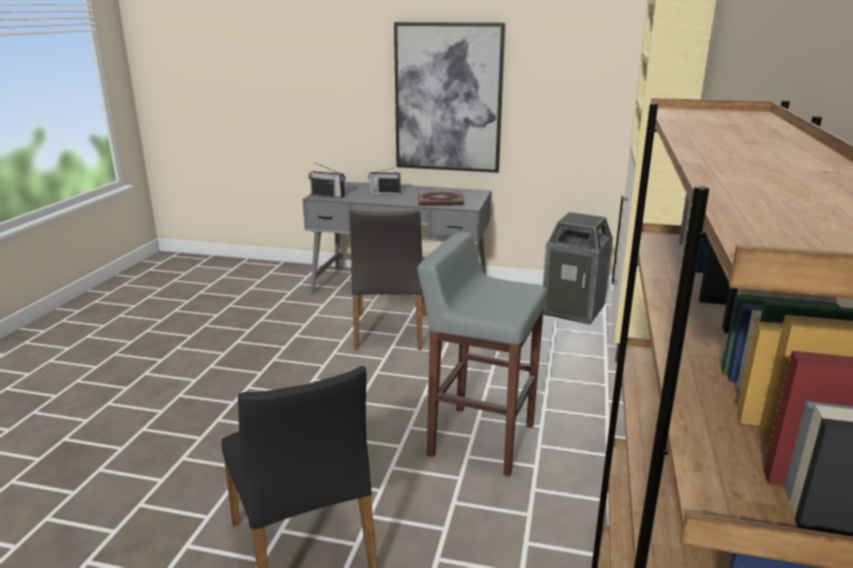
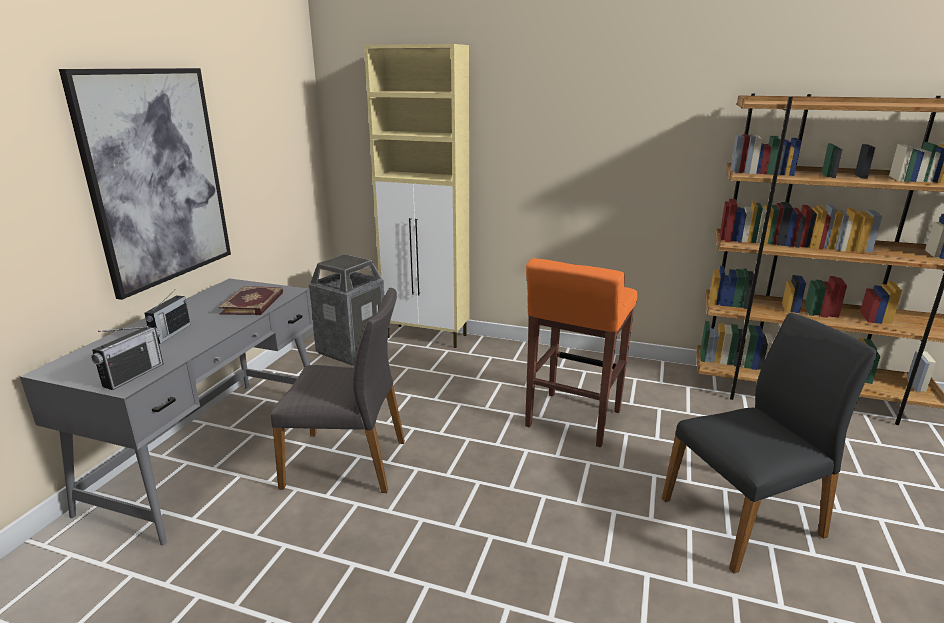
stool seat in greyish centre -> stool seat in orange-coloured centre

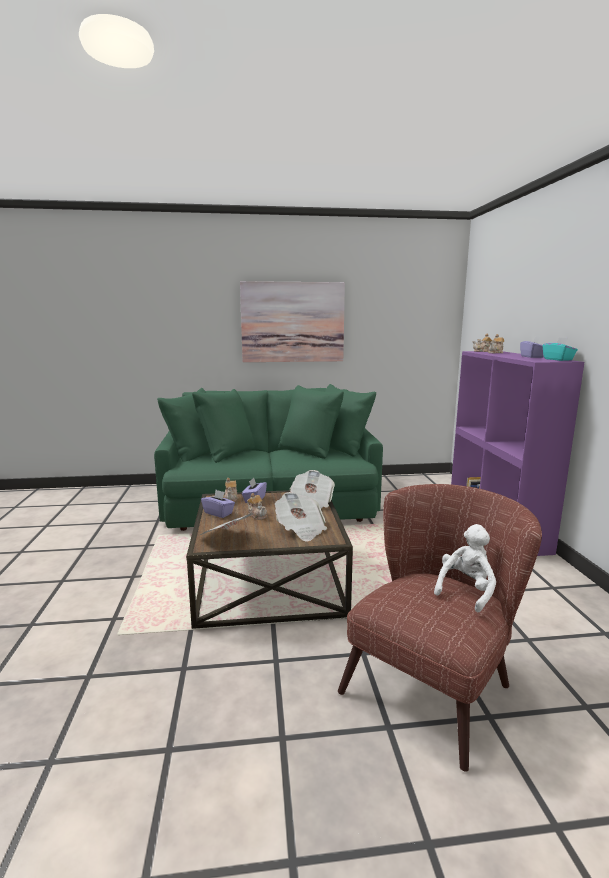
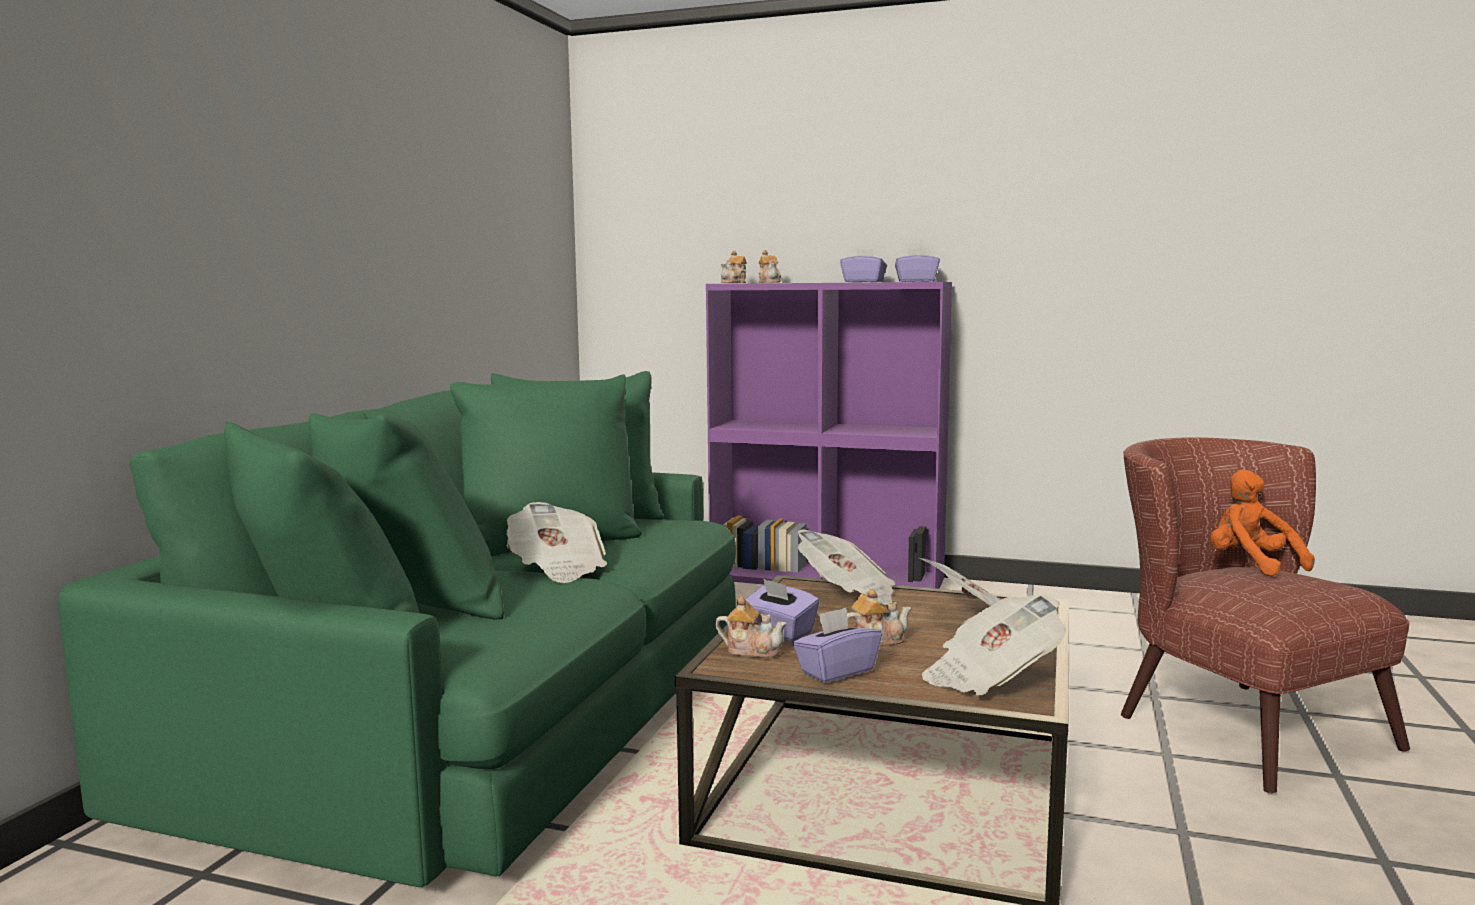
wall art centre -> none
tissue holder in blue-green middle right -> tissue holder in purple (no. 4 from left) top centre
cuddly toy in white-coloured middle right -> cuddly toy in orange-coloured middle right
none -> newspaper (no. 1 from left) centre

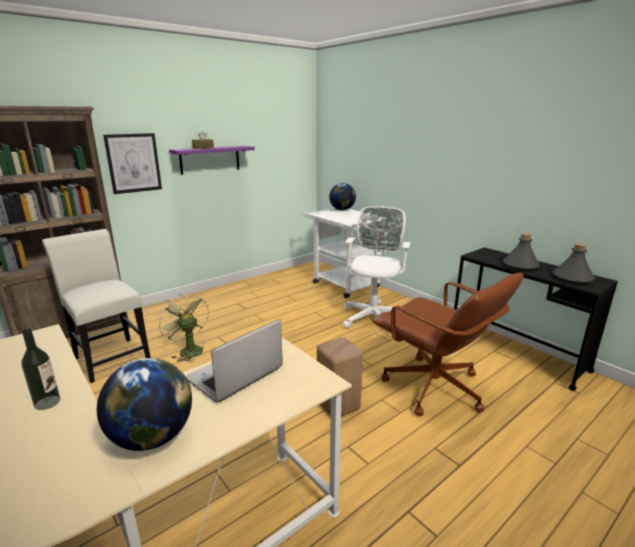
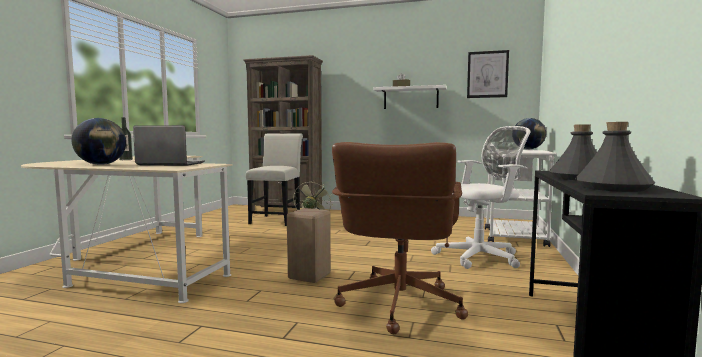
wall art top left -> wall art top right, relocated
bracket shelf in purple top centre -> bracket shelf in white-coloured top centre

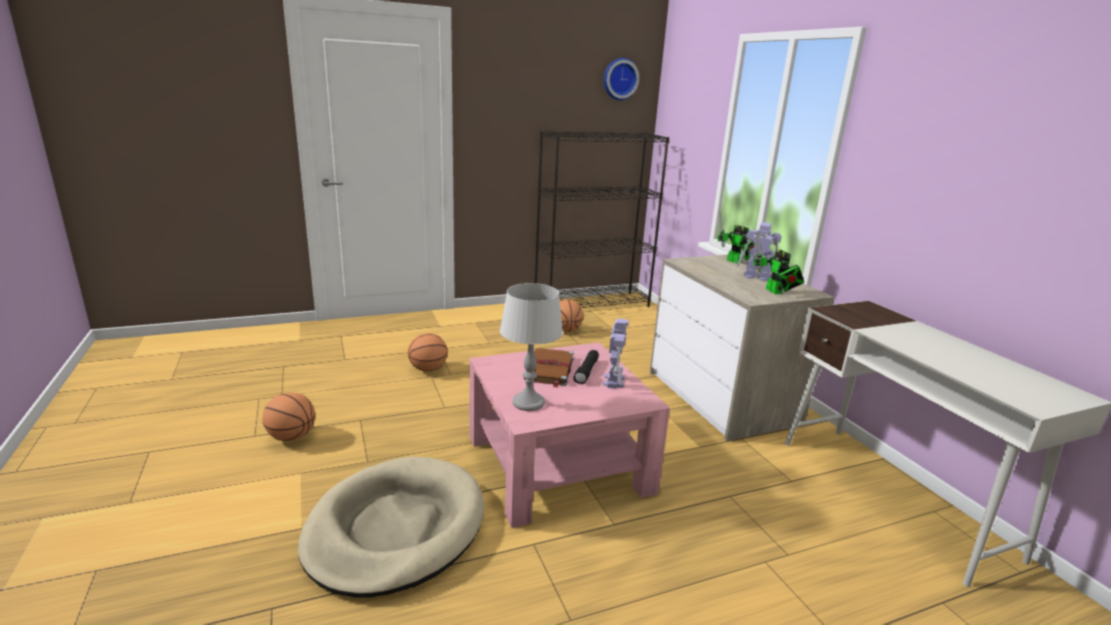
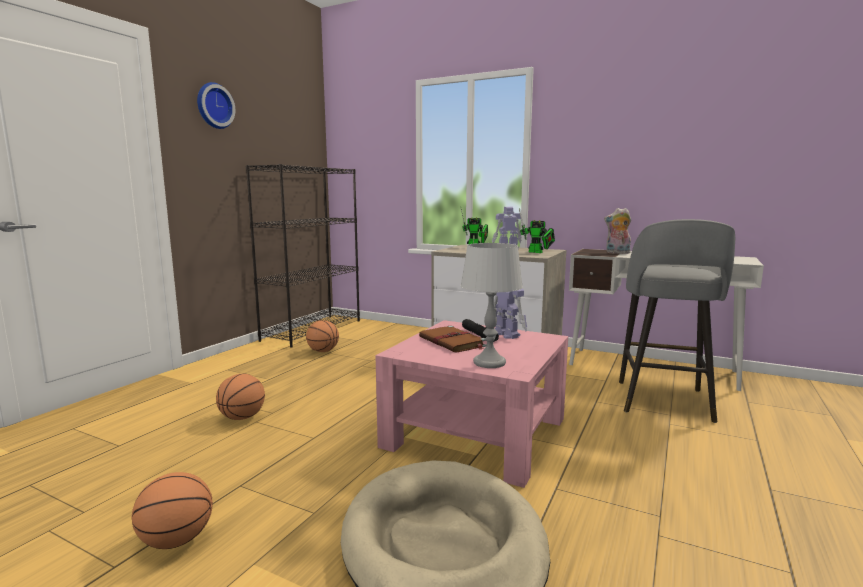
wall clock top centre -> wall clock top left, relocated
none -> cuddly toy middle right
none -> stool seat in greyish middle right

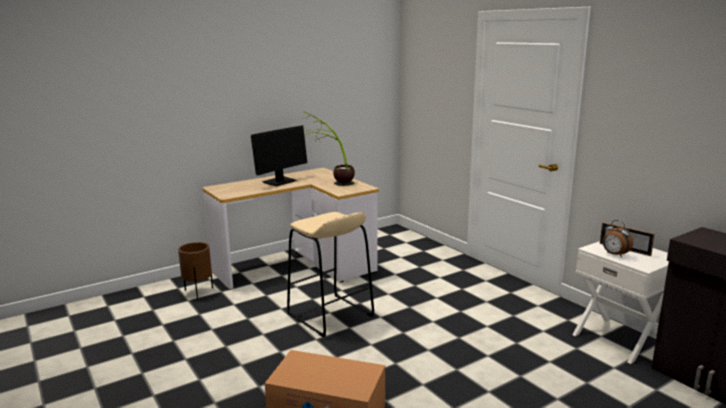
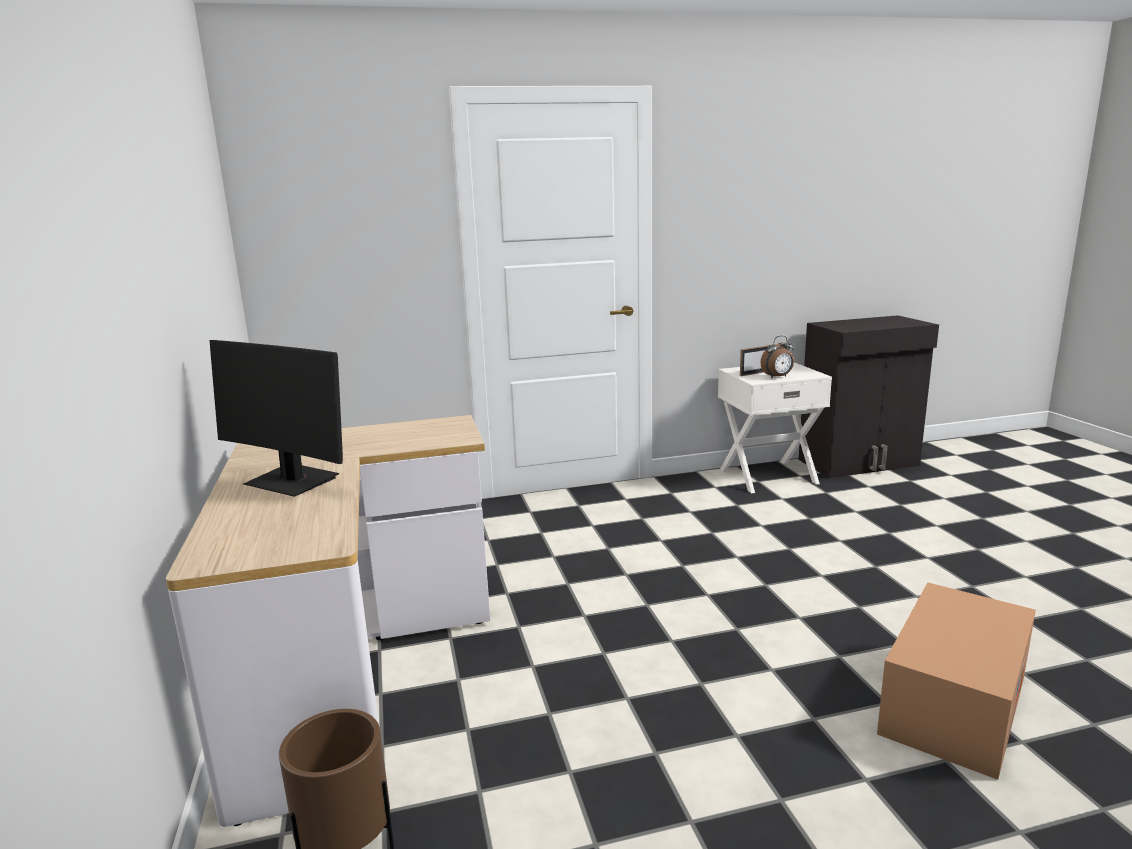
potted plant centre -> none
computer screen centre -> computer screen middle left, 150 degrees clockwise
stool seat in beige bottom centre -> none

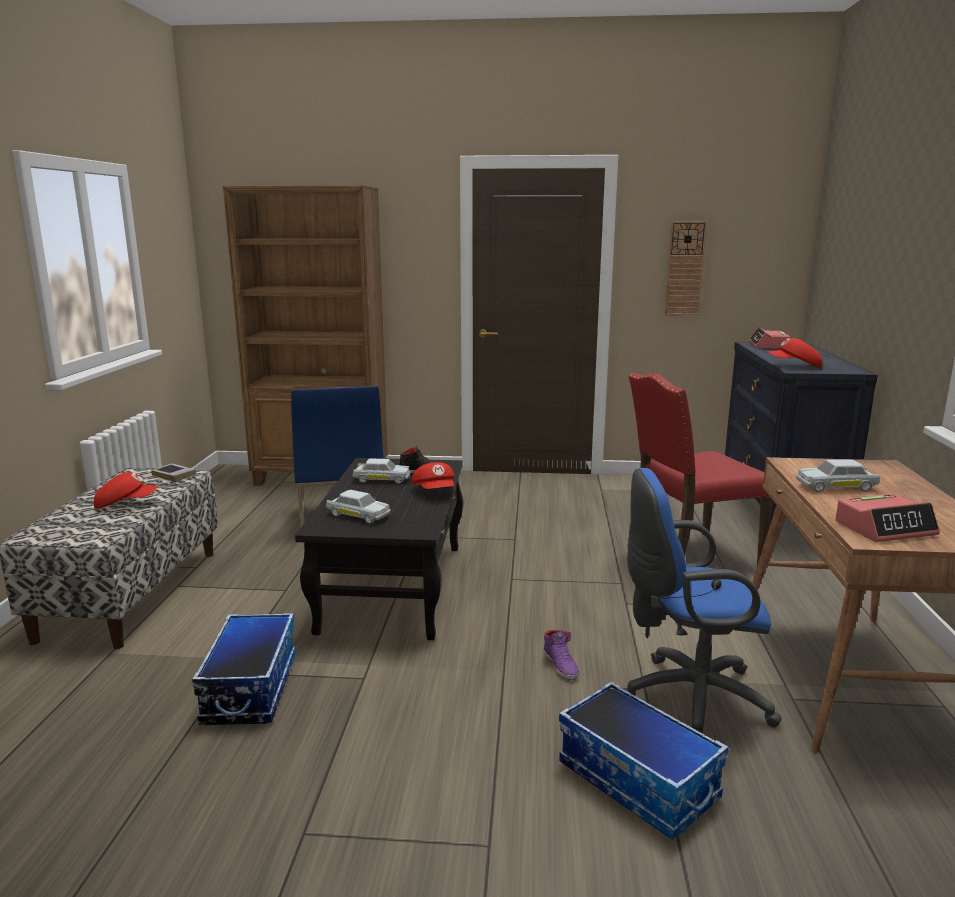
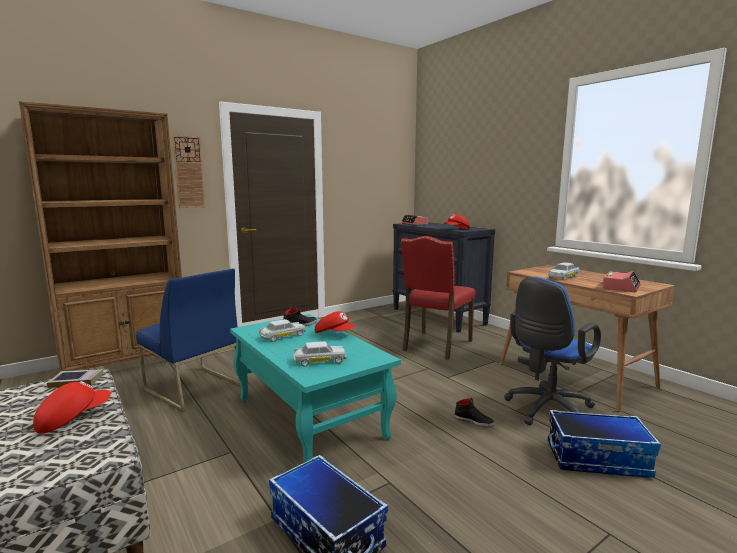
wall clock top right -> wall clock top left, relocated
coffee table in black-coloured centre -> coffee table in blue-green bottom centre
item of footwear in purple bottom centre -> item of footwear in black-coloured (no. 2 from left) bottom centre

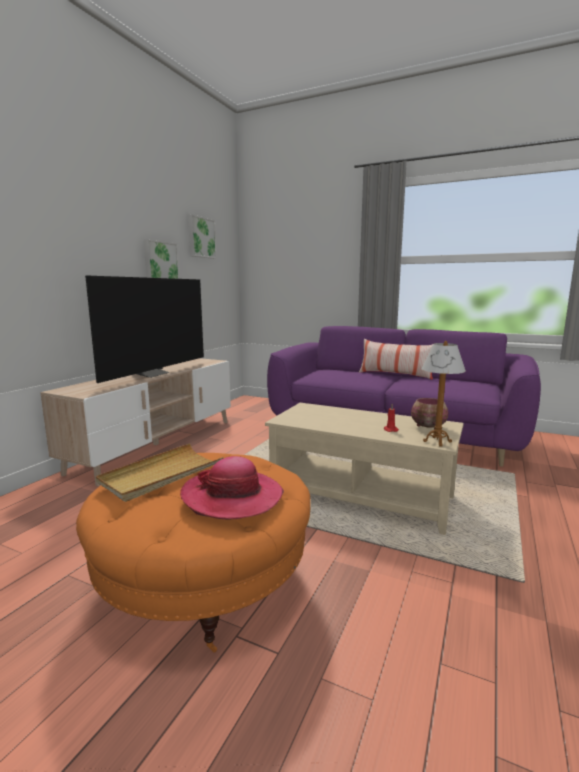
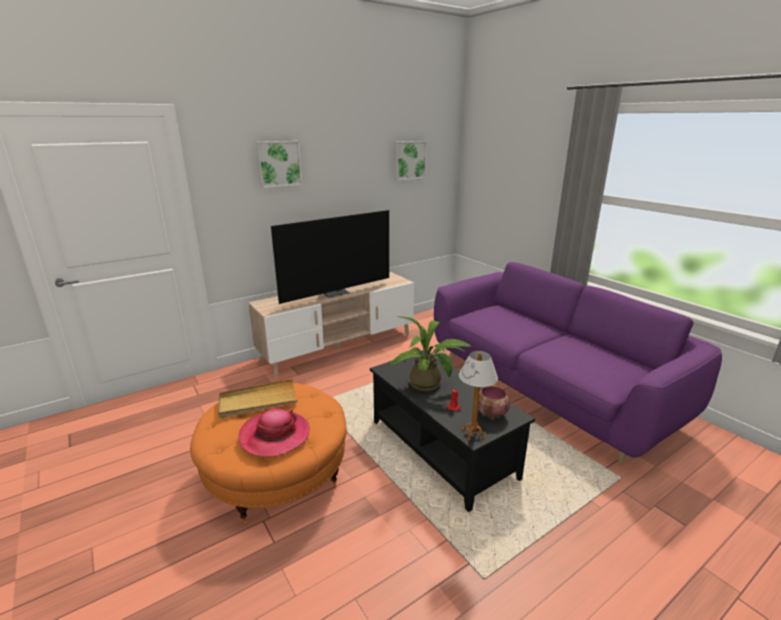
wall art (no. 1 from left) middle left -> wall art (no. 1 from left) top centre, relocated
cushion middle right -> none
coffee table in beige centre -> coffee table in black-coloured bottom centre
none -> potted plant centre

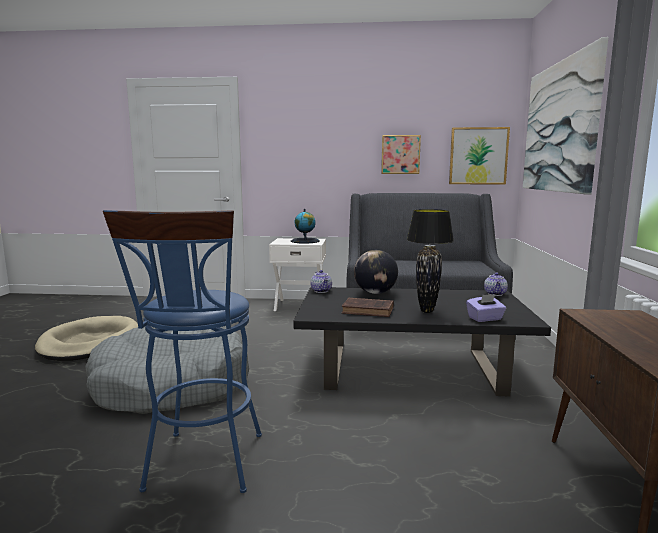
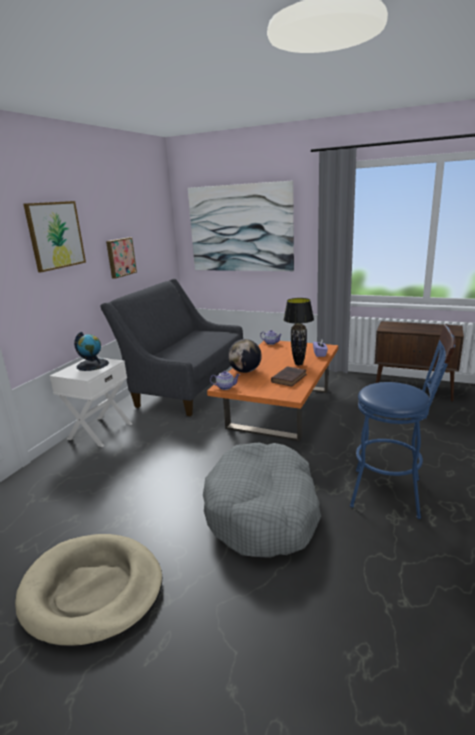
wall art (no. 2 from left in the first image) top right -> wall art (no. 1 from left) top left, relocated
coffee table in black-coloured centre -> coffee table in orange-coloured centre

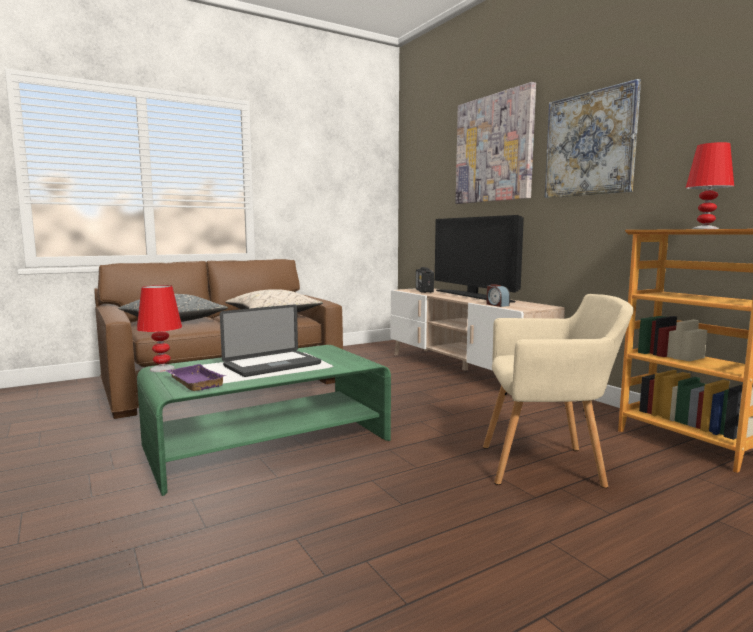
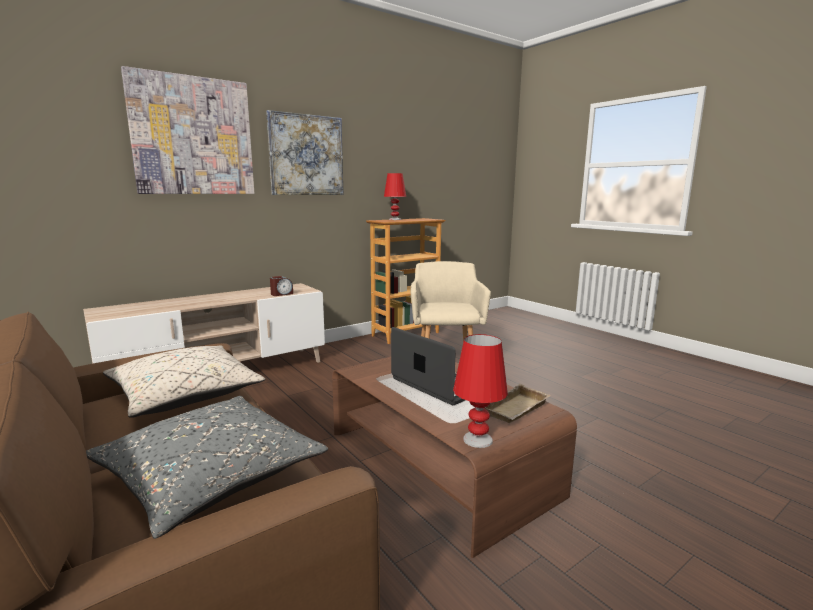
TV set centre -> none
radio centre -> none
coffee table in green centre -> coffee table in brown bottom centre
tray in purple middle left -> tray in beige centre

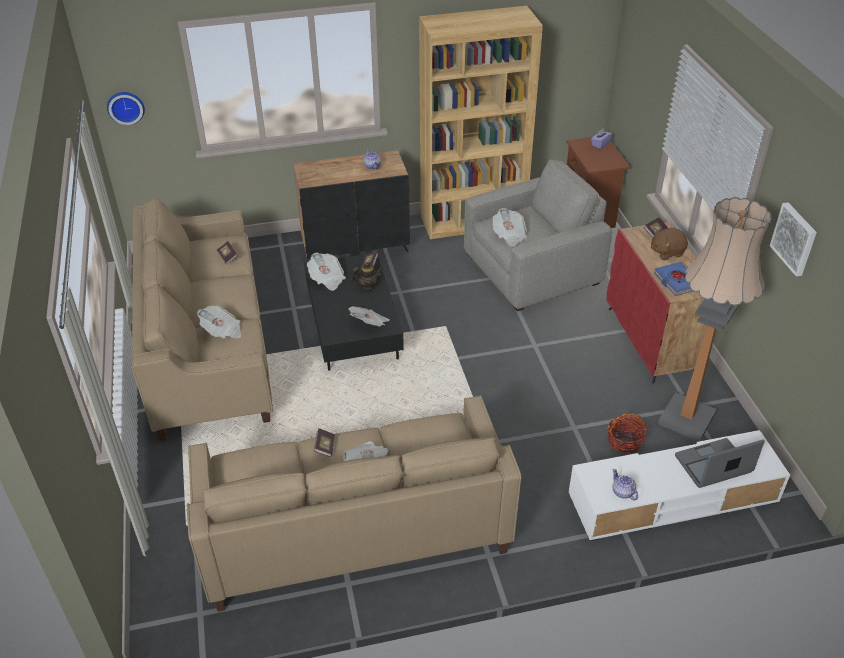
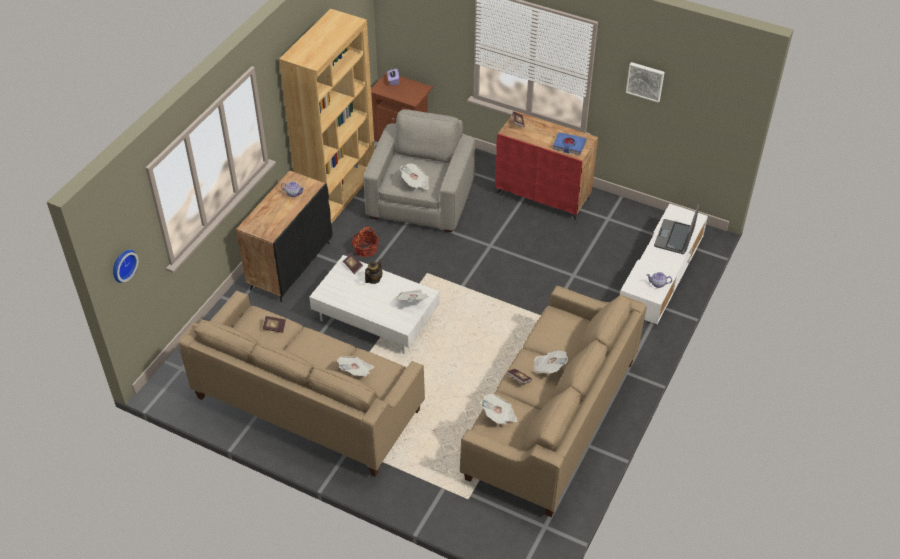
standard lamp middle right -> none
cuddly toy in brown middle right -> none
newspaper (no. 2 from left in the first image) centre -> newspaper (no. 4 from left) bottom centre, relocated
coffee table in black-coloured centre -> coffee table in white-coloured centre
storage basket middle right -> storage basket centre, relocated

